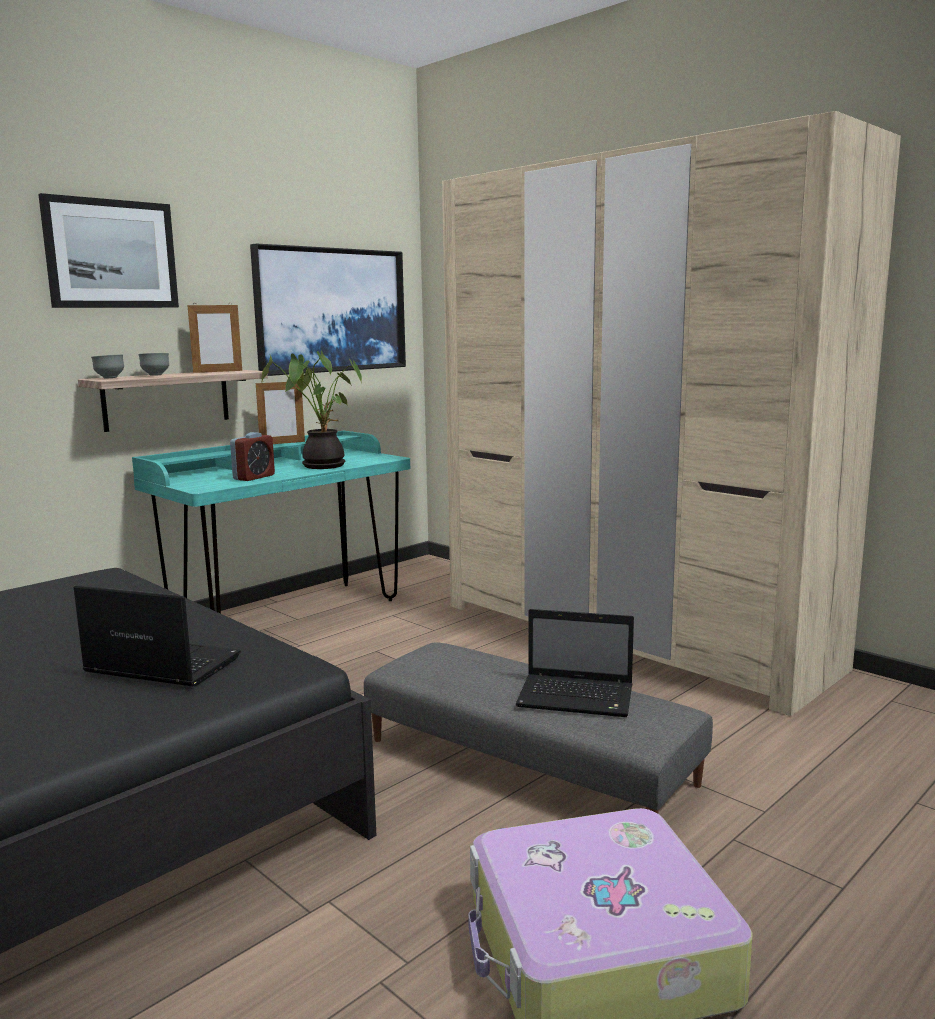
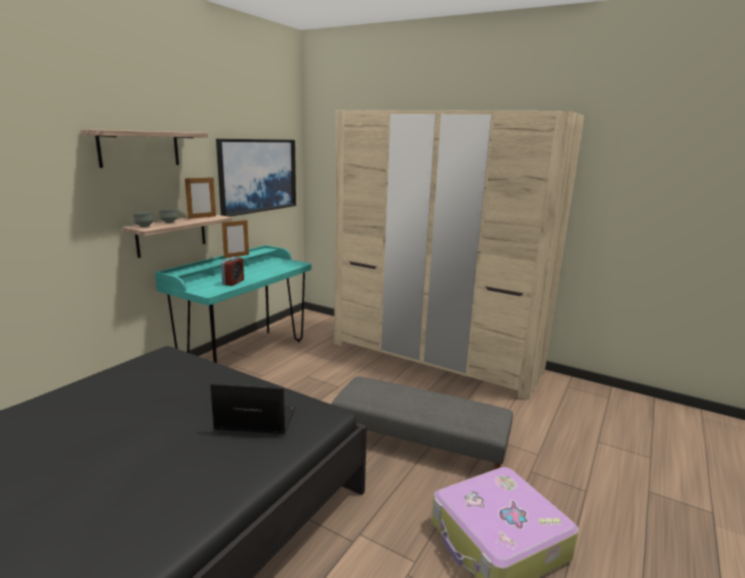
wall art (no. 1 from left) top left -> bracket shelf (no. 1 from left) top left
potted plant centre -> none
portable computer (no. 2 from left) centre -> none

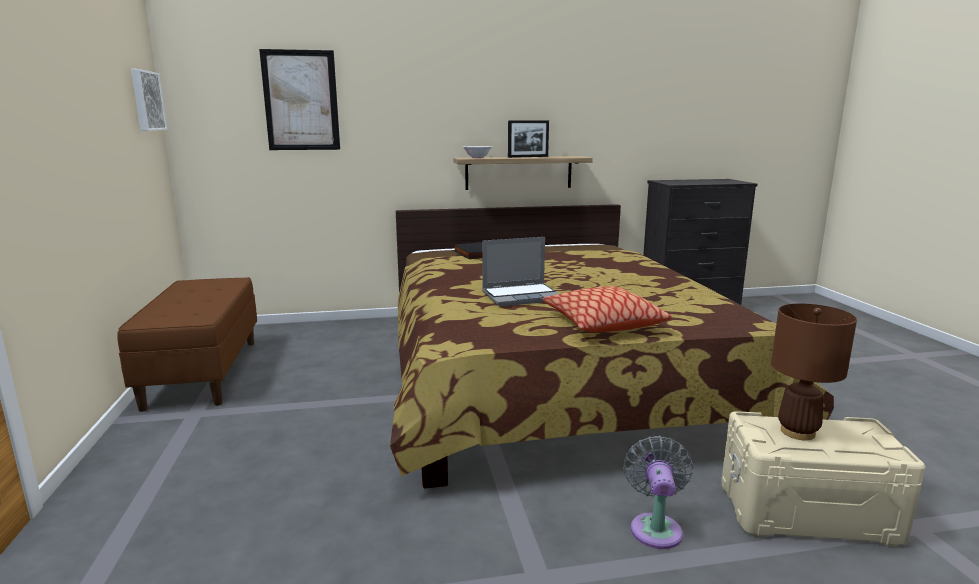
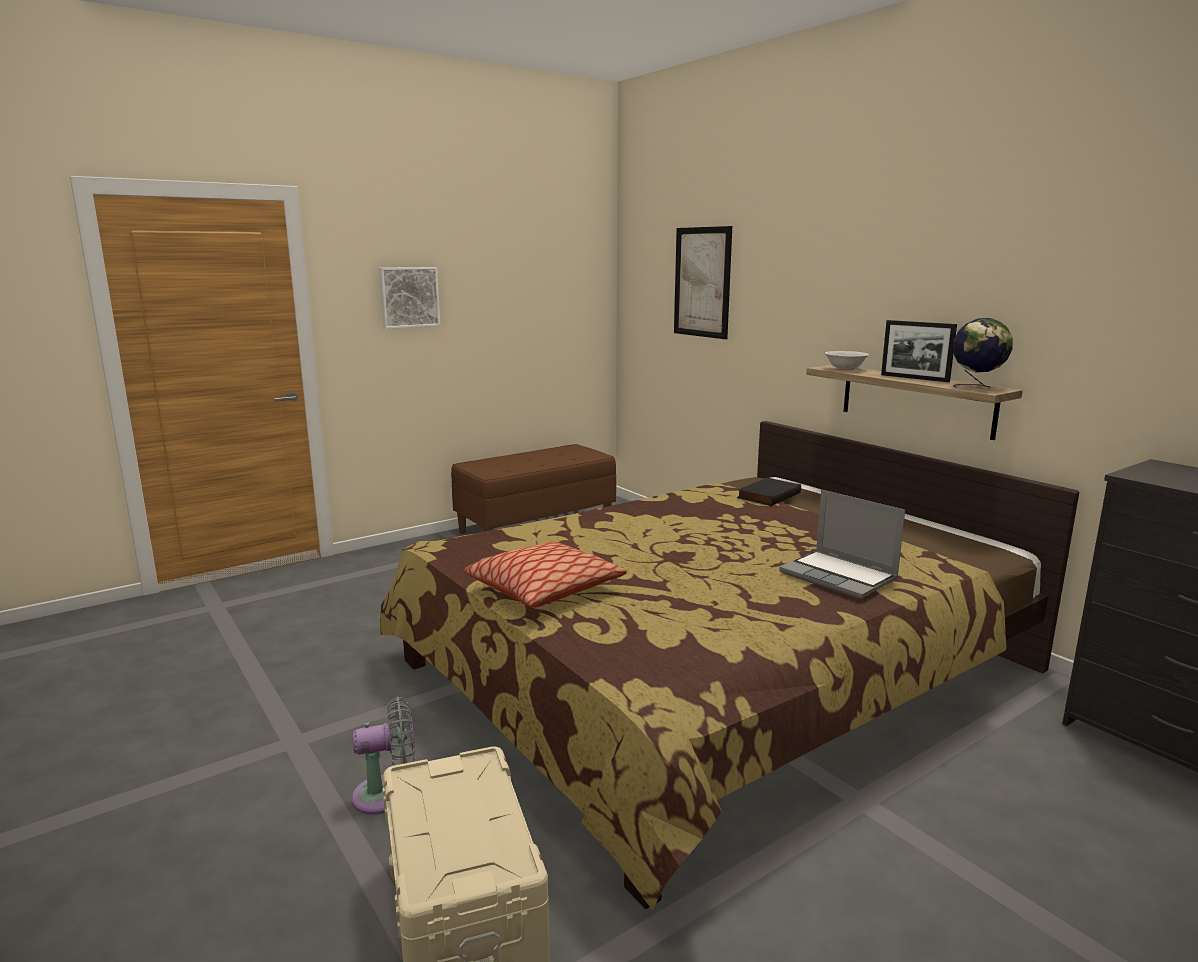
wall art (no. 1 from left) top left -> wall art (no. 1 from left) top centre, relocated
portable computer centre -> portable computer middle right, relocated
lamp for a table in brown middle right -> none
none -> desk globe middle right

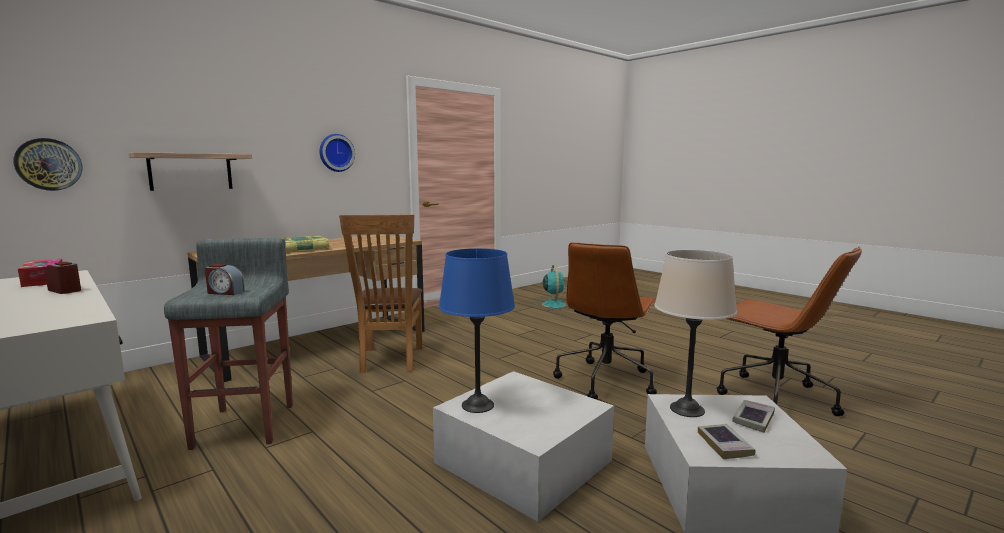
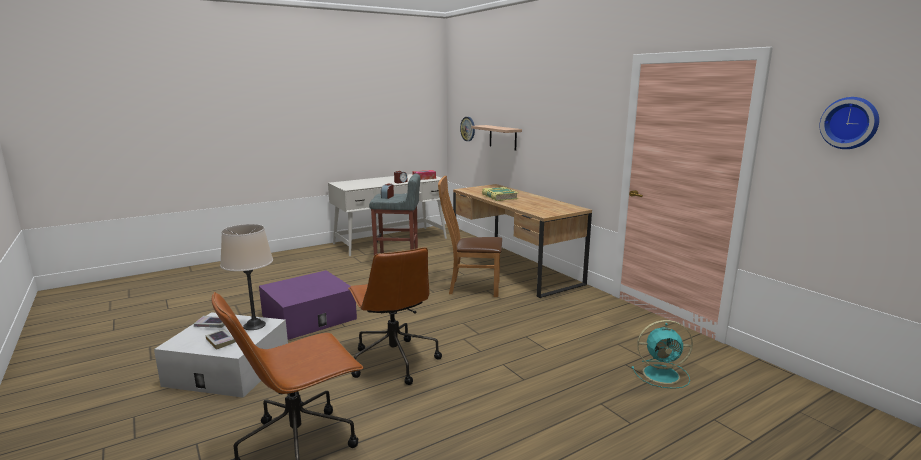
wall clock (no. 2 from left) top centre -> wall clock (no. 2 from left) top right, relocated
computer chair in brown (no. 1 from left in the first image) centre -> computer chair in brown (no. 2 from left) bottom centre, 150 degrees counterclockwise
lamp for a table in bluish centre -> none
storage box in white-coloured (no. 1 from left) bottom centre -> storage box in purple centre

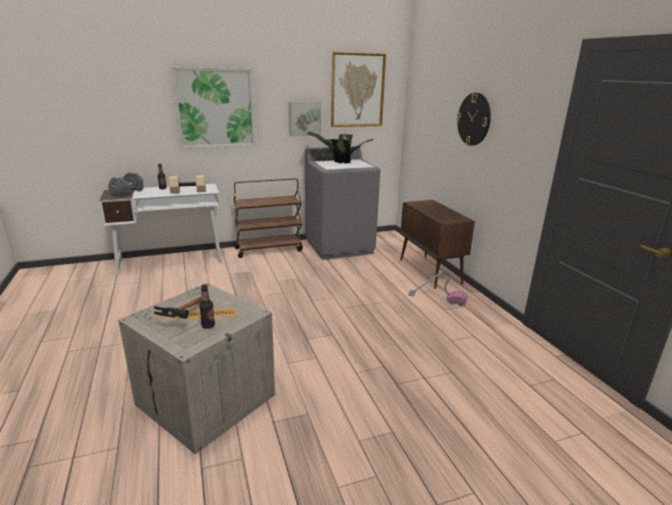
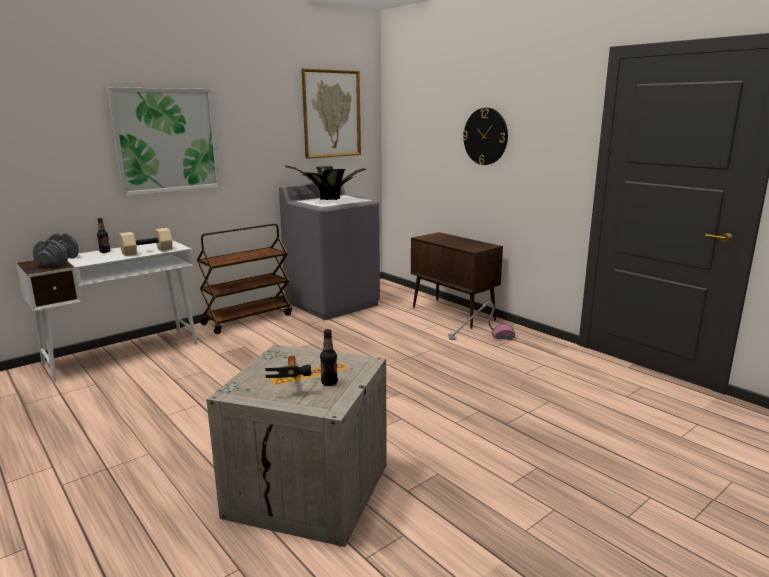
wall art (no. 2 from left) top centre -> none

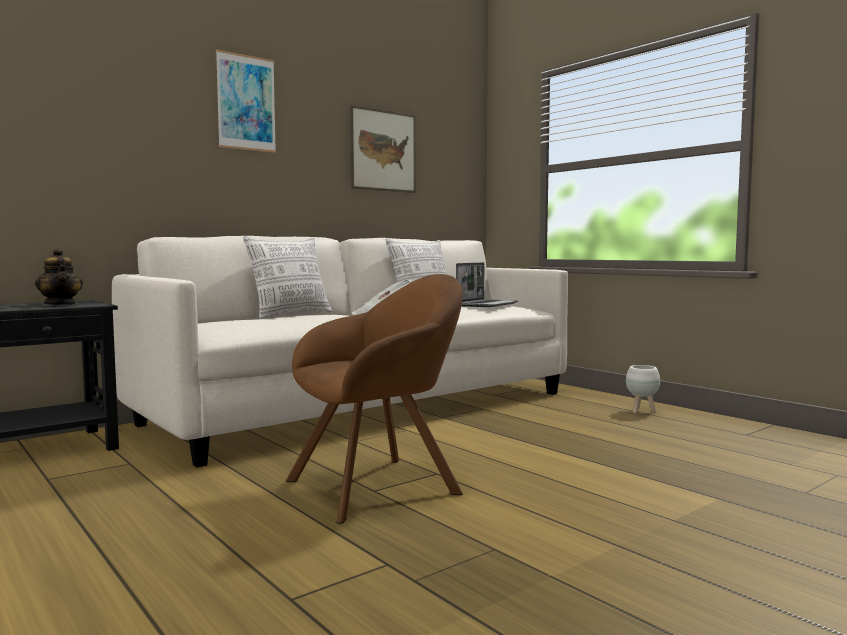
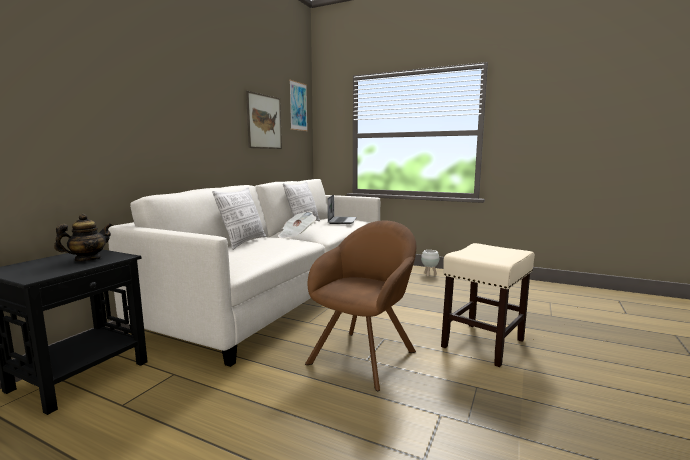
wall art (no. 1 from left in the first image) top left -> wall art (no. 2 from left) top centre, relocated
pot for tea middle left, 75 degrees counterclockwise
none -> stool seat in beige middle right

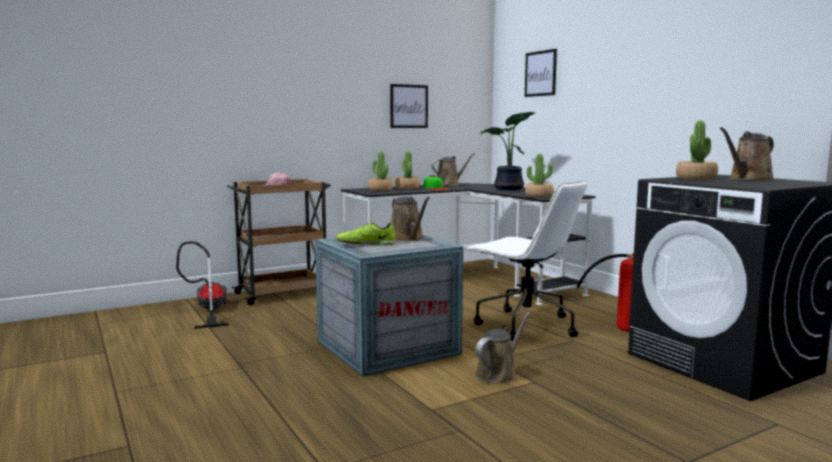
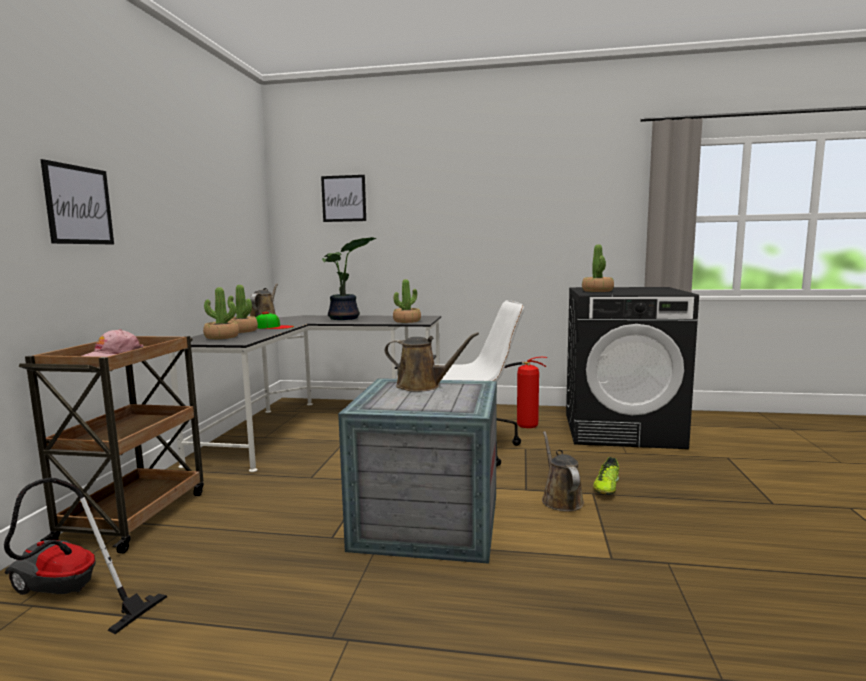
wall art (no. 1 from left) top centre -> wall art (no. 1 from left) top left, relocated
sprinkling can in brown (no. 4 from left) middle right -> none
item of footwear centre -> item of footwear bottom right, relocated

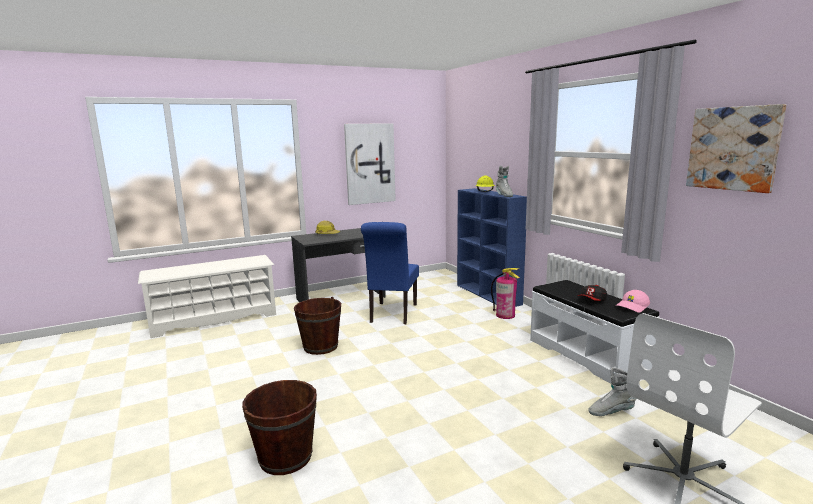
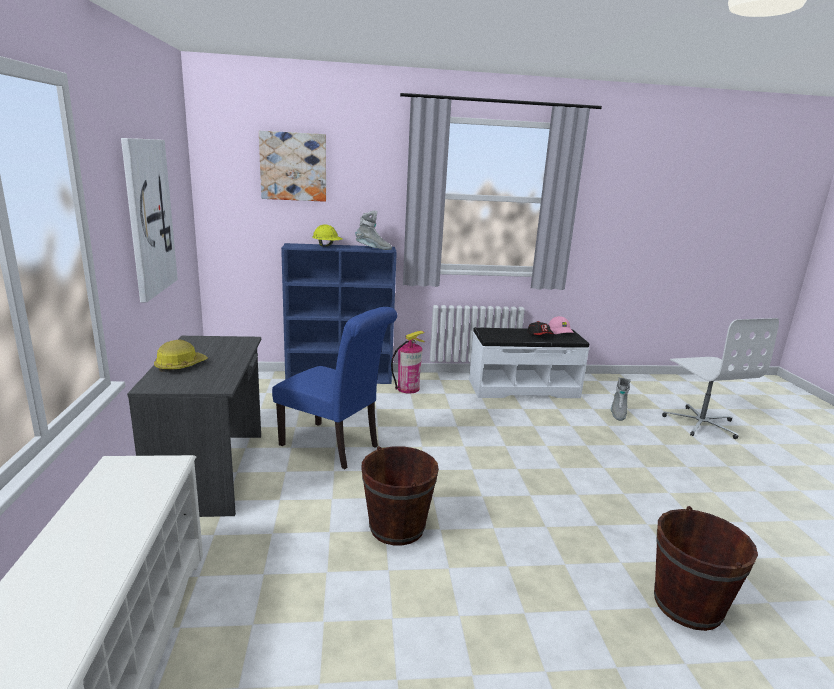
wall art (no. 2 from left) top right -> wall art (no. 2 from left) top centre, relocated

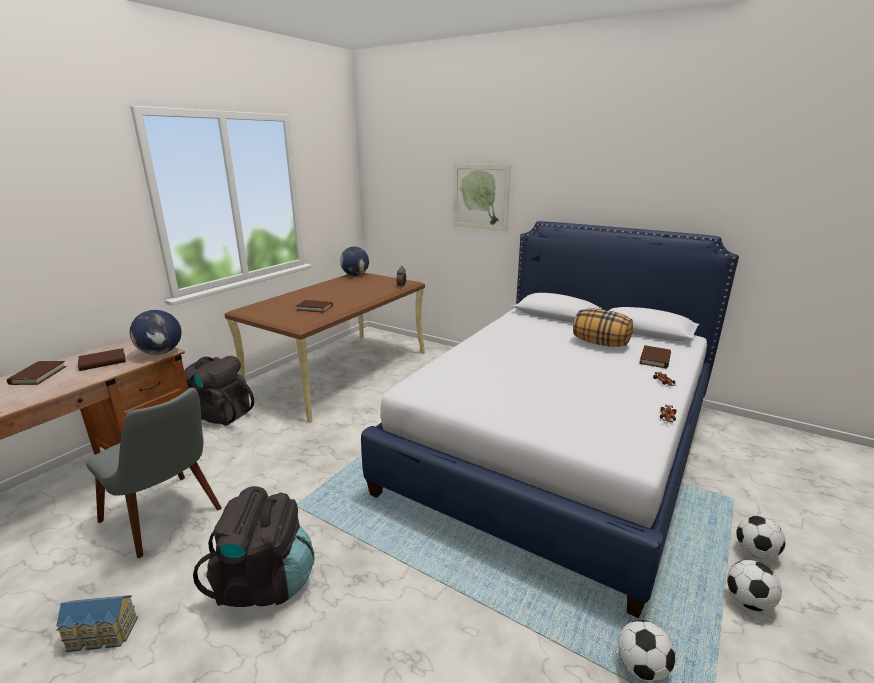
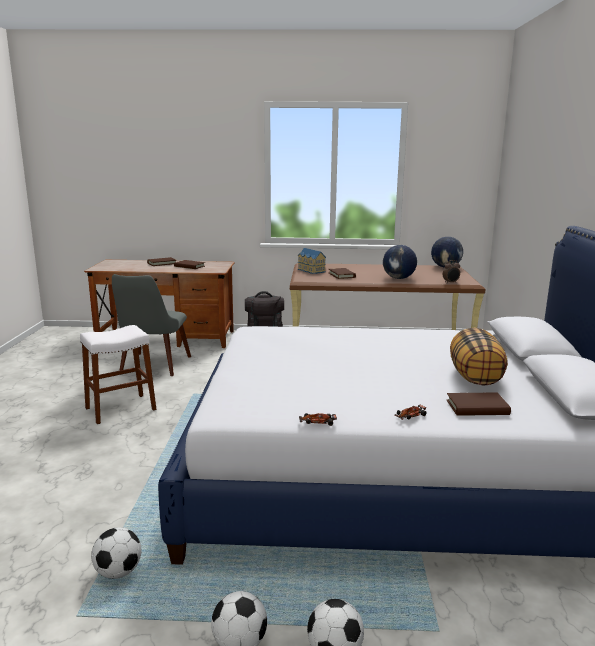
wall art top centre -> none
desk globe (no. 1 from left) middle left -> desk globe (no. 1 from left) middle right, relocated
backpack in black-coloured (no. 2 from left) bottom left -> stool seat in white-coloured middle left
model house bottom left -> model house centre, relocated

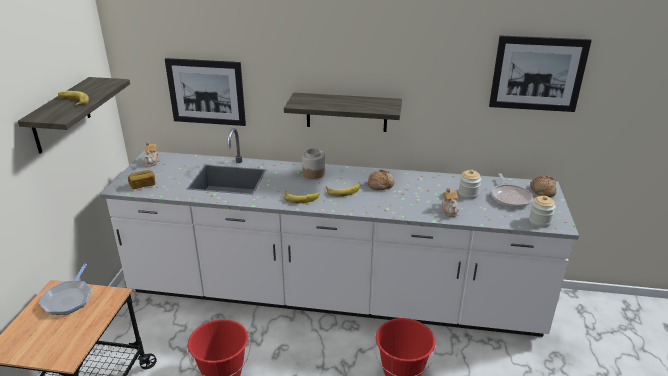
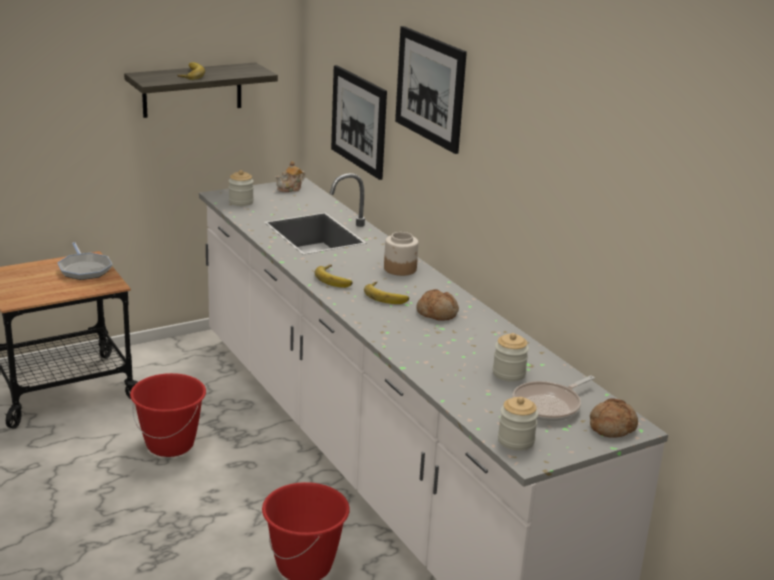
wall art (no. 2 from left) top right -> wall art (no. 2 from left) top centre, relocated
bracket shelf (no. 2 from left) top centre -> none
bread (no. 1 from left) middle left -> preserve jar (no. 1 from left) top left
pot for tea (no. 2 from left) middle right -> none
skillet (no. 1 from left) bottom left -> skillet (no. 1 from left) middle left, 75 degrees counterclockwise

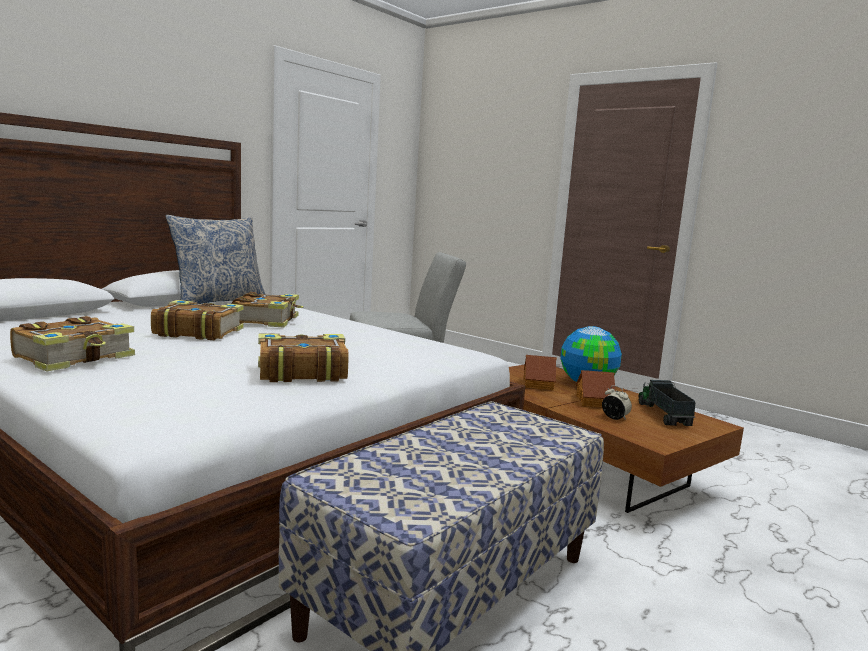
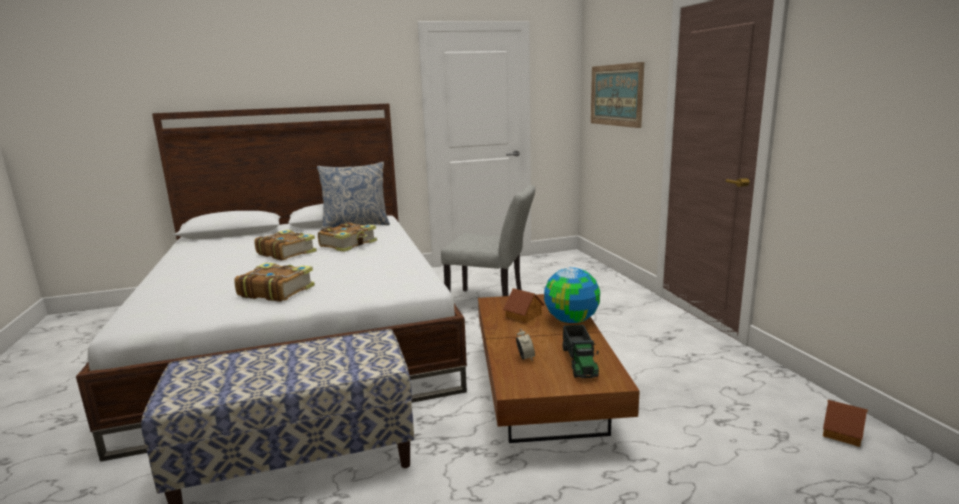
book (no. 1 from left) middle left -> none
model house (no. 2 from left) middle right -> model house (no. 2 from left) bottom right, relocated
model truck middle right -> model truck bottom centre, 150 degrees clockwise
none -> wall art top centre

